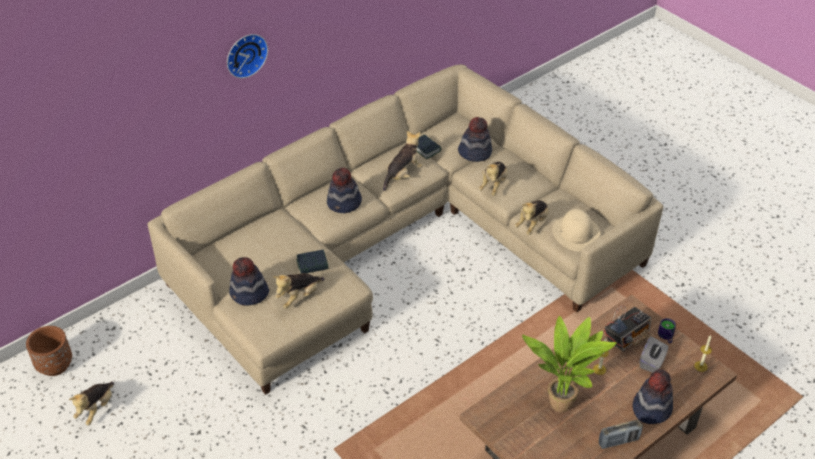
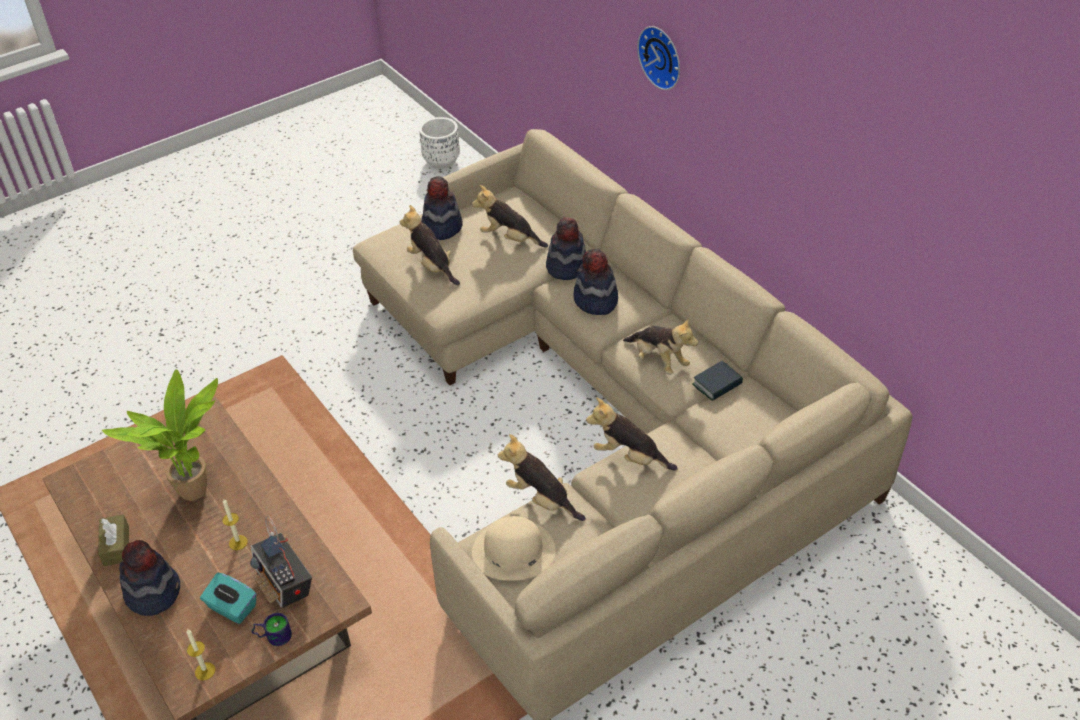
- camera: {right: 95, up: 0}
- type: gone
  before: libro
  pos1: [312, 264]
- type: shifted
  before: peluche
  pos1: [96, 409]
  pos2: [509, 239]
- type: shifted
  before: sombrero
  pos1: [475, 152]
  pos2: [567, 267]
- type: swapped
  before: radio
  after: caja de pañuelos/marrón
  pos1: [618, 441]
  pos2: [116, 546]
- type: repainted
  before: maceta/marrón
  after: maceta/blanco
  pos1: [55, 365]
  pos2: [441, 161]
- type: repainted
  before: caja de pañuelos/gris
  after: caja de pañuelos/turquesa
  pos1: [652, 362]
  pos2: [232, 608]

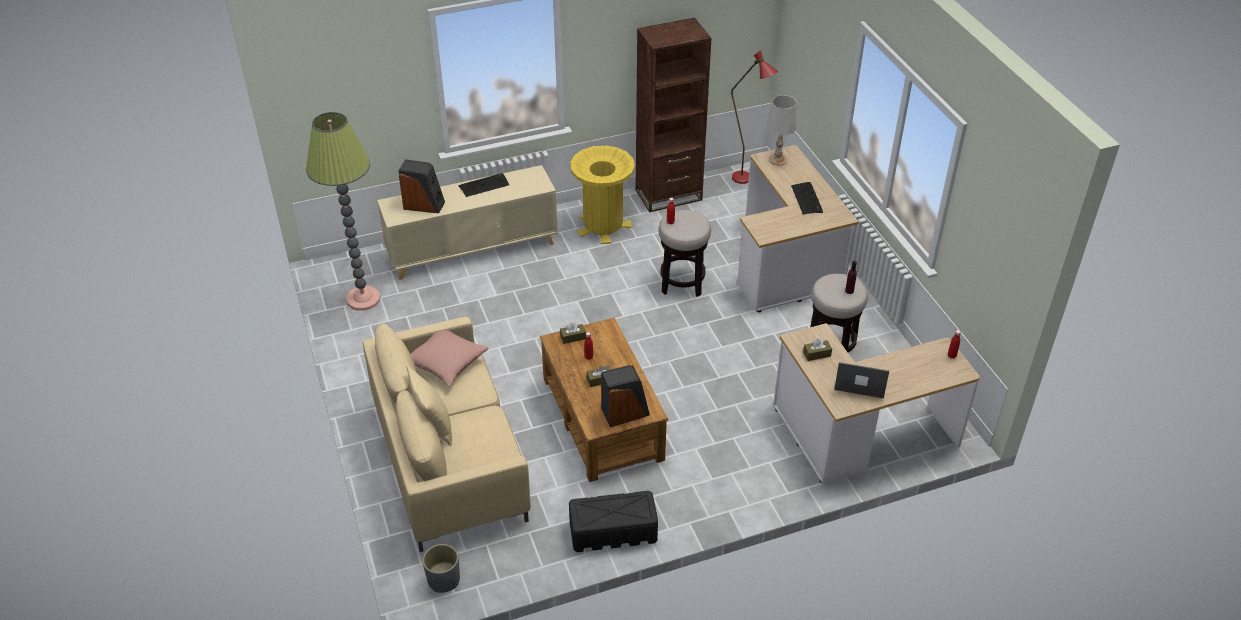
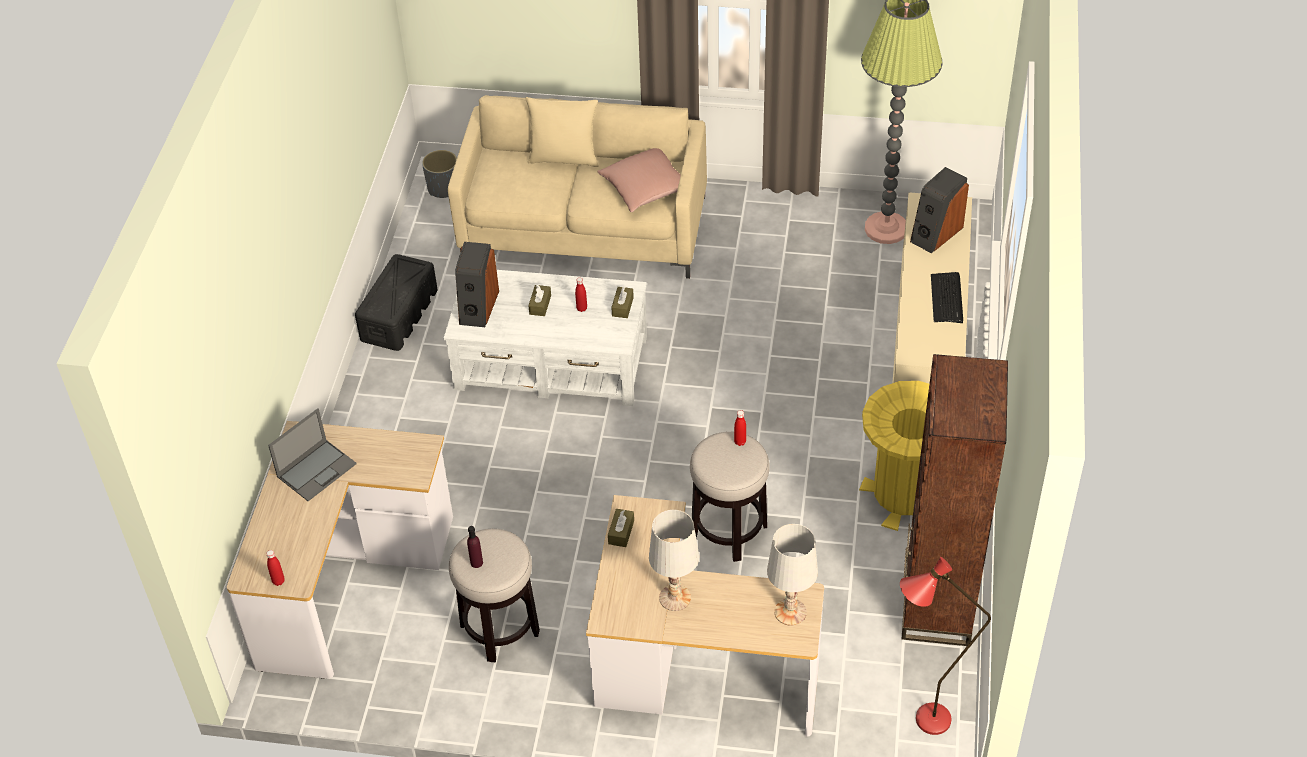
- camera: {right: 120, up: 5}
- type: shifted
  before: caja de pañuelos/marrón
  pos1: [817, 354]
  pos2: [621, 532]
- type: swapped
  before: teclado
  after: lámpara de mesa/blanco
  pos1: [807, 199]
  pos2: [674, 598]
- type: repainted
  before: mesa de centro/marrón
  after: mesa de centro/blanco
  pos1: [602, 418]
  pos2: [552, 363]

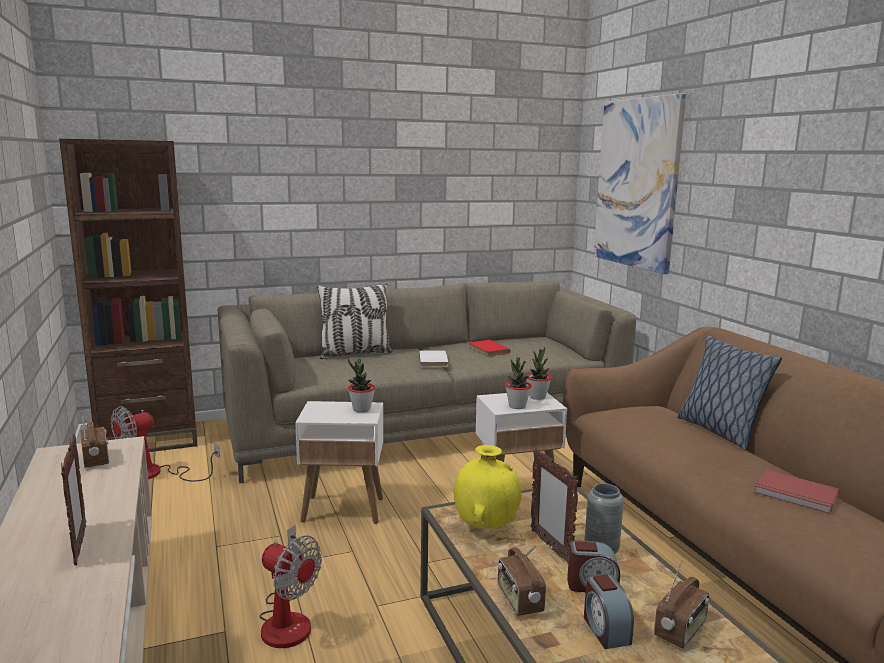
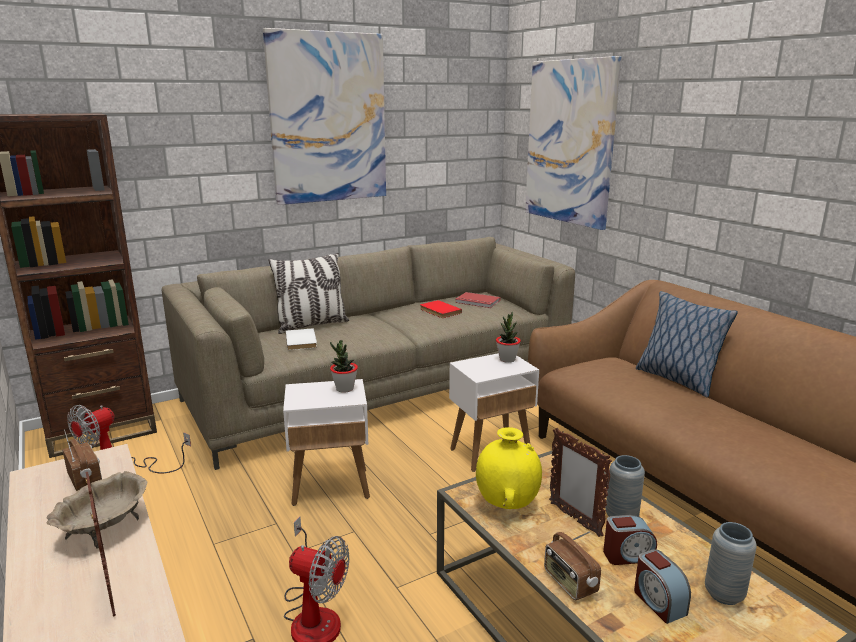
- camera: {right: -10, up: 5}
- type: gone
  before: planta en maceta
  pos1: [517, 406]
- type: new
  after: cuenco/beis
  pos2: [105, 528]
- type: new
  after: cuadro
  pos2: [328, 119]
- type: shifted
  before: libro/blanco
  pos1: [434, 360]
  pos2: [302, 341]
- type: shifted
  before: libro/rojo
  pos1: [796, 495]
  pos2: [477, 302]
- type: swapped
  before: radio
  after: florero/gris
  pos1: [681, 632]
  pos2: [724, 594]

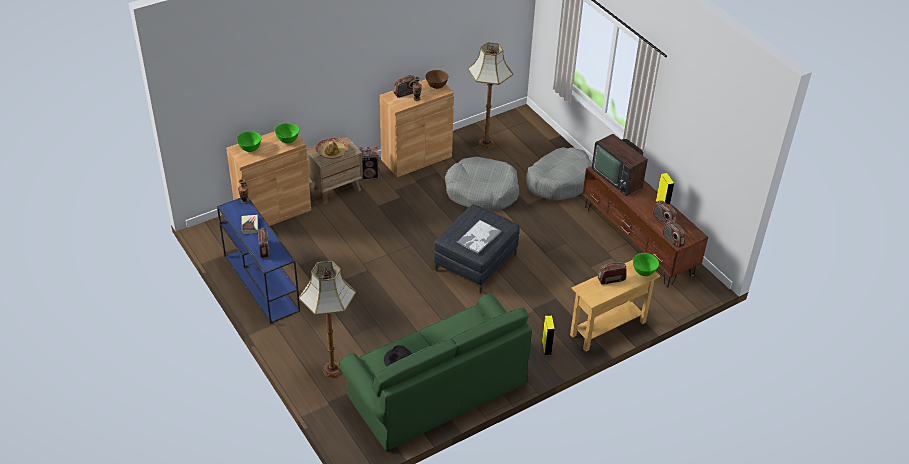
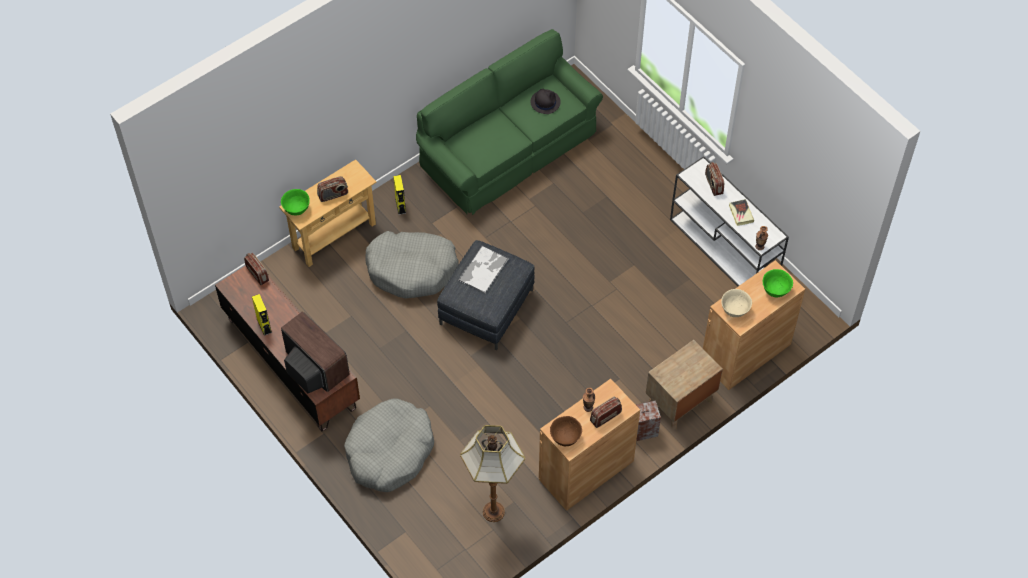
- camera: {right: 175, up: 15}
- type: gone
  before: lámpara de pie
  pos1: [333, 370]
- type: gone
  before: sombrero
  pos1: [332, 152]
- type: gone
  before: radio
  pos1: [663, 220]
- type: shifted
  before: cama para perro/gris
  pos1: [481, 191]
  pos2: [412, 269]
- type: repainted
  before: mesa consola/azul
  after: mesa consola/blanco
  pos1: [260, 282]
  pos2: [724, 250]
- type: repainted
  before: cuenco/verde
  after: cuenco/beis
  pos1: [287, 140]
  pos2: [735, 310]

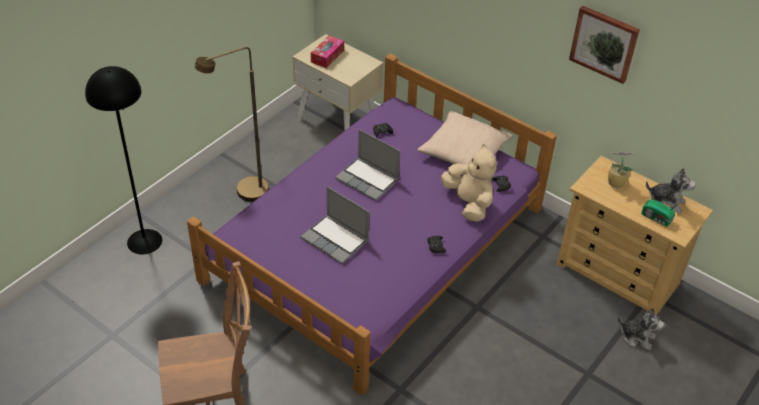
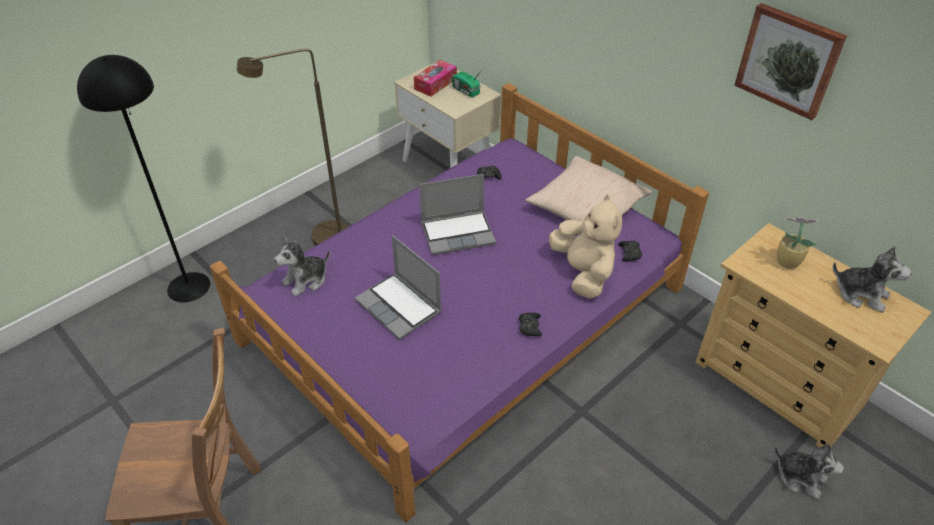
- camera: {right: 10, up: 0}
- type: new
  after: peluche
  pos2: [306, 280]
- type: shifted
  before: radio
  pos1: [657, 218]
  pos2: [466, 91]
- type: rotated
  before: portátil
  pos1: [368, 180]
  pos2: [458, 233]
  turn: -60

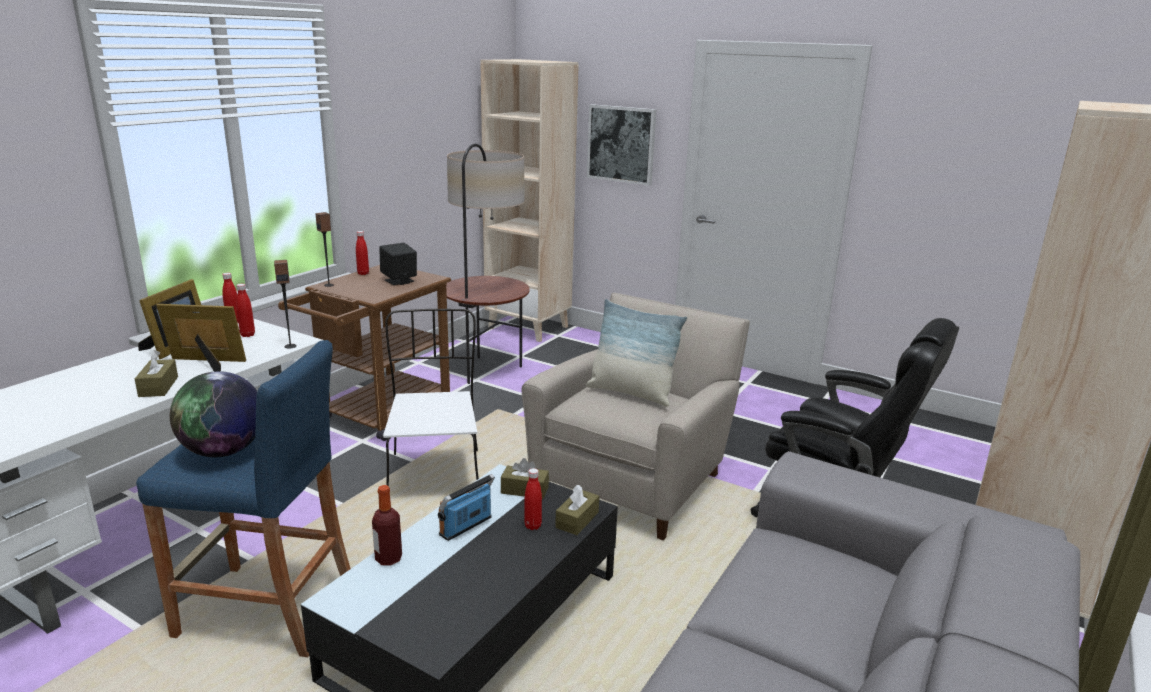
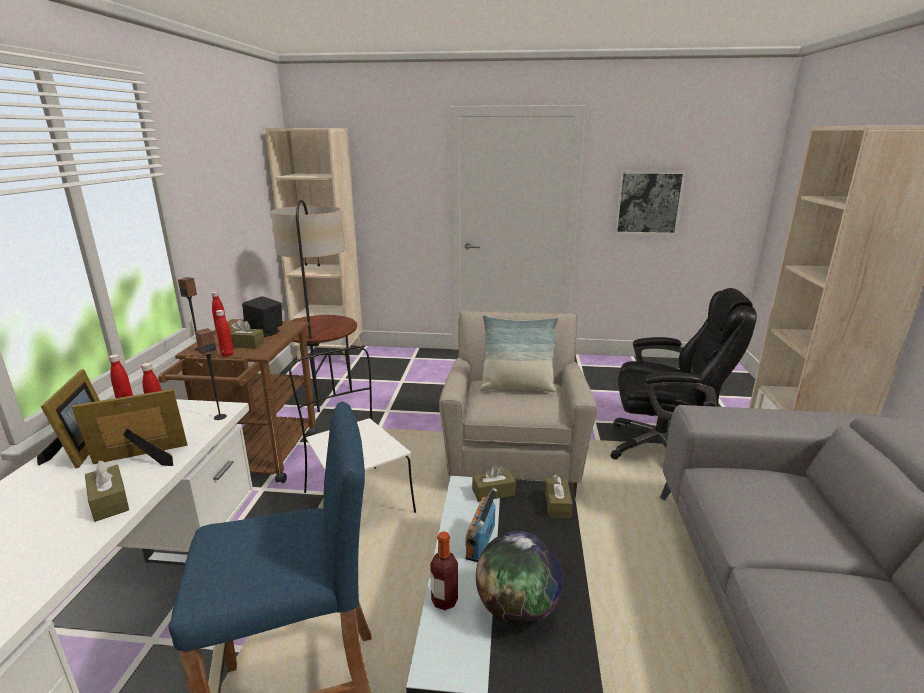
- camera: {right: -25, up: 0}
- type: new
  after: caja de pañuelos/marrón
  pos2: [245, 344]
- type: shifted
  before: globo terráqueo
  pos1: [223, 451]
  pos2: [517, 609]
- type: shifted
  before: botella/rojo
  pos1: [533, 526]
  pos2: [227, 354]
- type: shifted
  before: cuadro
  pos1: [621, 144]
  pos2: [648, 202]

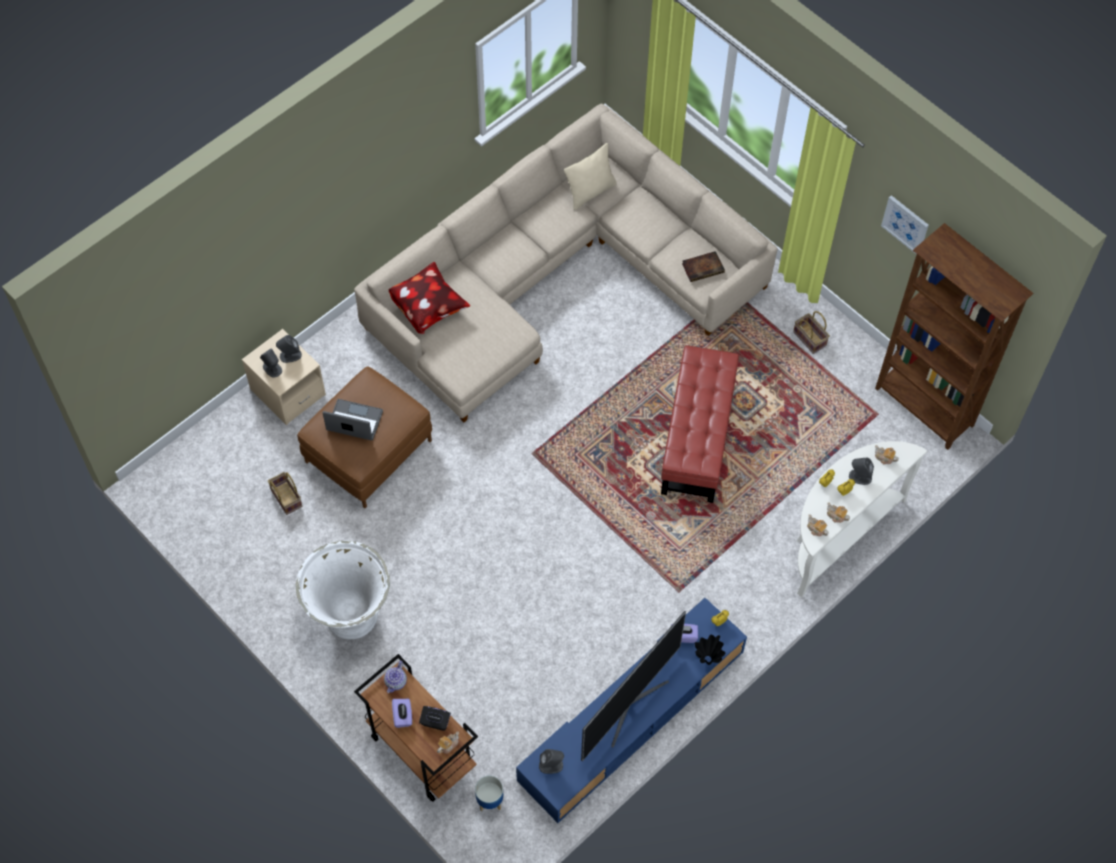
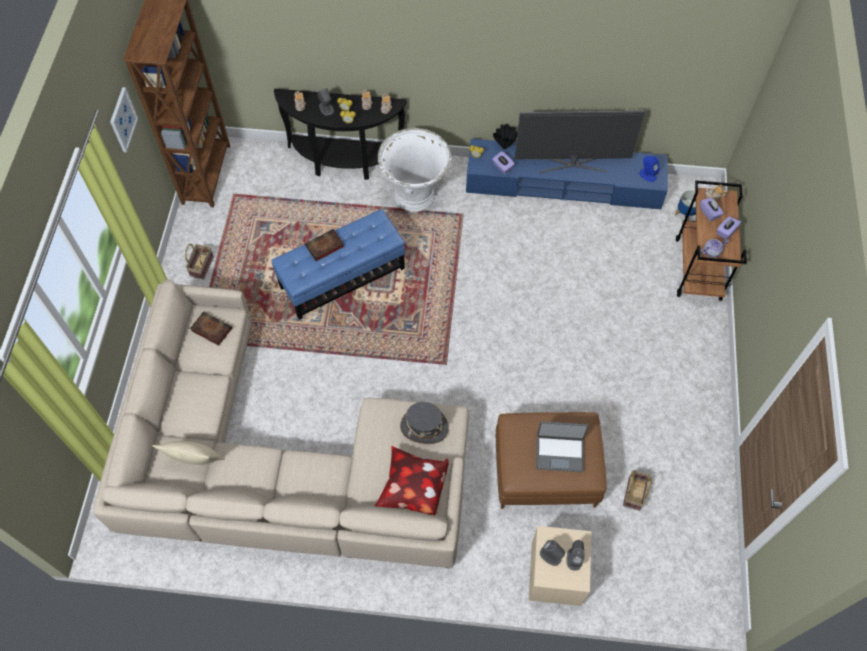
- camera: {right: -130, up: 0}
- type: new
  after: libro
  pos2: [324, 247]
- type: new
  after: sombrero/gris
  pos2: [424, 427]
- type: shifted
  before: maceta/blanco
  pos1: [350, 616]
  pos2: [415, 196]
- type: repainted
  before: caja de pañuelos/negro
  after: caja de pañuelos/morado
  pos1: [435, 722]
  pos2: [709, 213]
- type: repainted
  before: altavoz/gris
  after: altavoz/azul
  pos1: [551, 765]
  pos2: [647, 175]
- type: repainted
  before: puf/rojo
  after: puf/azul
  pos1: [697, 438]
  pos2: [342, 277]
- type: repainted
  before: mesa consola/blanco
  after: mesa consola/negro
  pos1: [838, 534]
  pos2: [344, 162]
- type: rotated
  before: portátil
  pos1: [354, 422]
  pos2: [560, 453]
  turn: -60

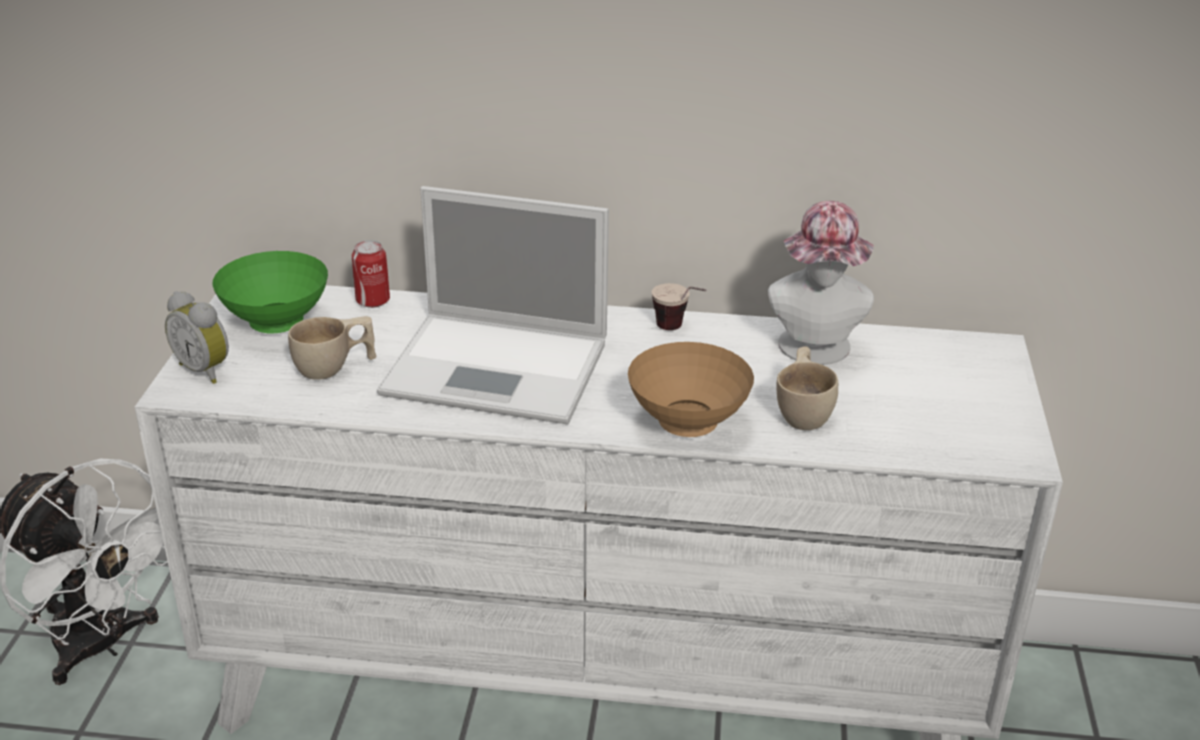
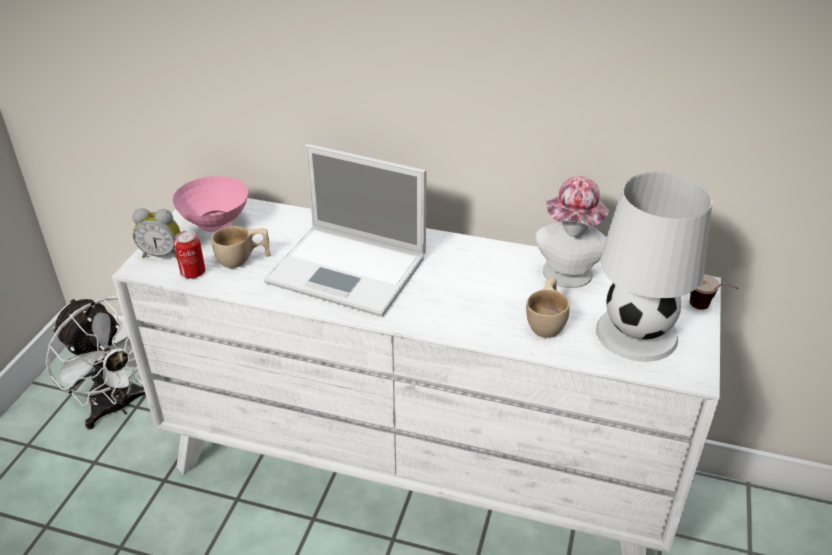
- camera: {right: 10, up: 5}
- type: gone
  before: cuenco/marrón
  pos1: [686, 423]
- type: new
  after: lámpara de mesa/blanco
  pos2: [635, 333]
- type: shifted
  before: lata
  pos1: [373, 301]
  pos2: [193, 273]
- type: shifted
  before: taza
  pos1: [679, 331]
  pos2: [707, 310]
- type: repainted
  before: cuenco/verde
  after: cuenco/rosa
  pos1: [278, 323]
  pos2: [217, 224]
- type: rotated
  before: despertador
  pos1: [206, 370]
  pos2: [162, 254]
  turn: -45

